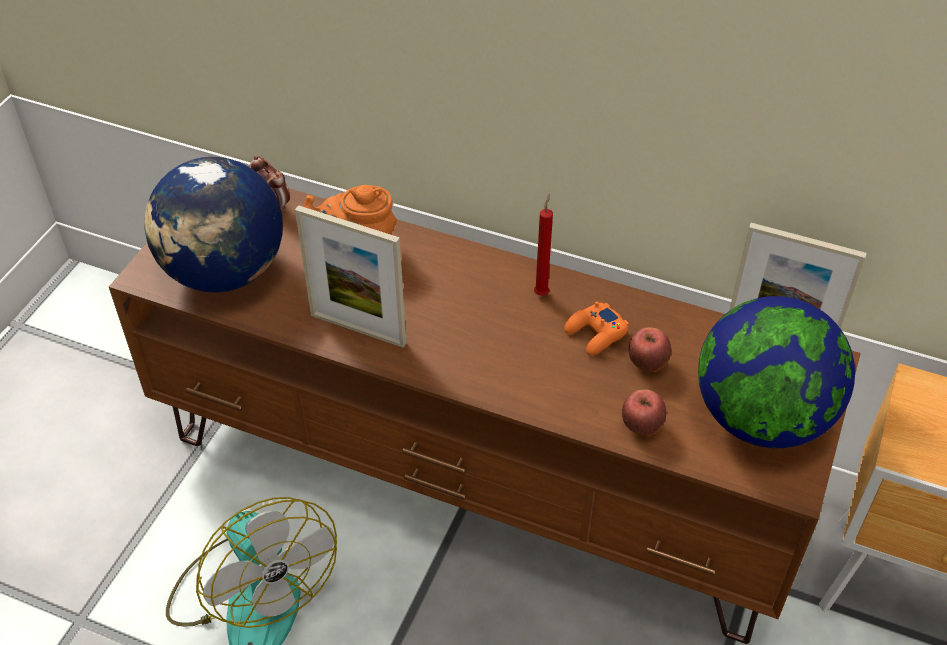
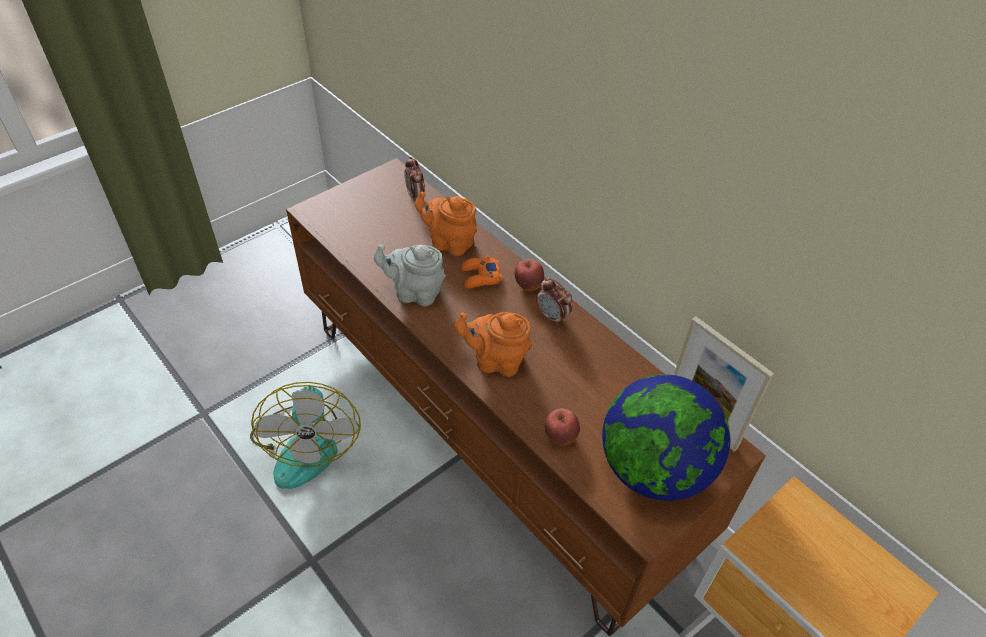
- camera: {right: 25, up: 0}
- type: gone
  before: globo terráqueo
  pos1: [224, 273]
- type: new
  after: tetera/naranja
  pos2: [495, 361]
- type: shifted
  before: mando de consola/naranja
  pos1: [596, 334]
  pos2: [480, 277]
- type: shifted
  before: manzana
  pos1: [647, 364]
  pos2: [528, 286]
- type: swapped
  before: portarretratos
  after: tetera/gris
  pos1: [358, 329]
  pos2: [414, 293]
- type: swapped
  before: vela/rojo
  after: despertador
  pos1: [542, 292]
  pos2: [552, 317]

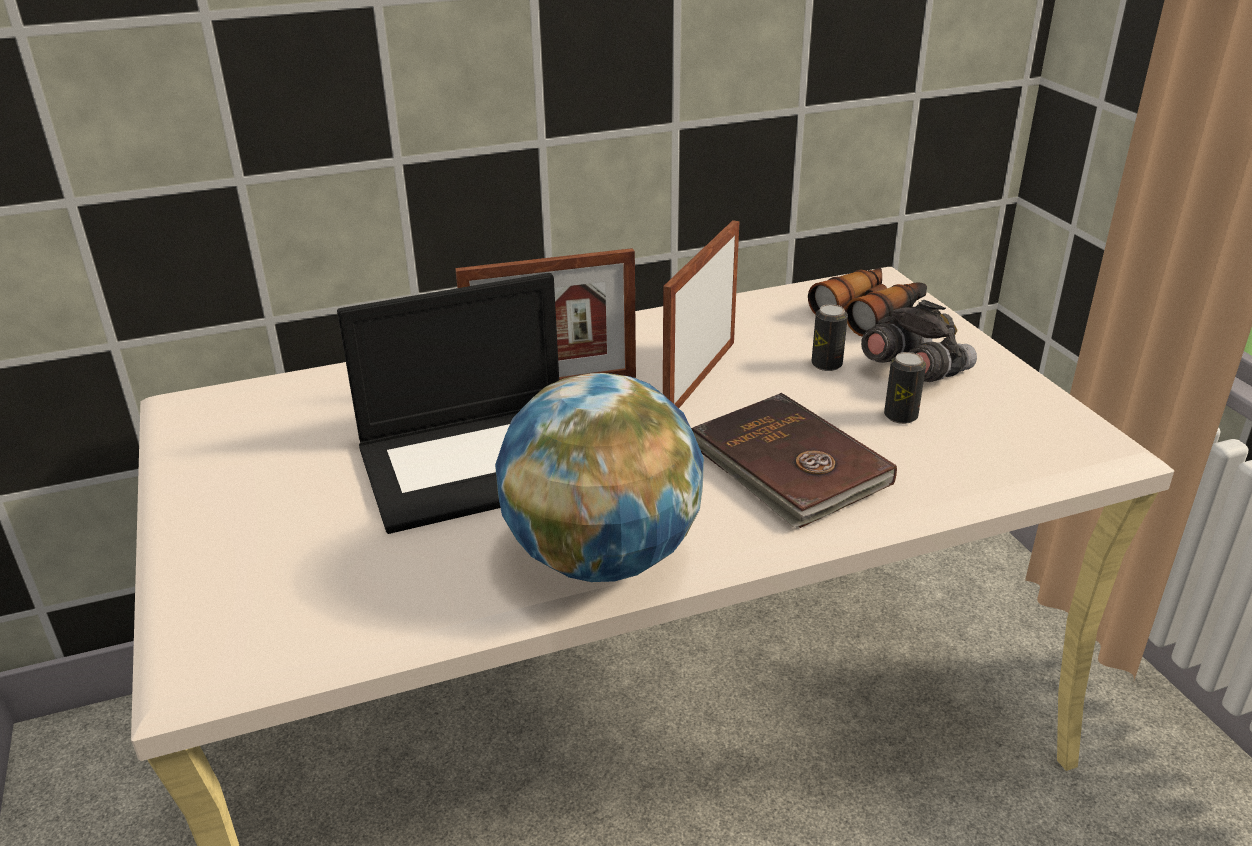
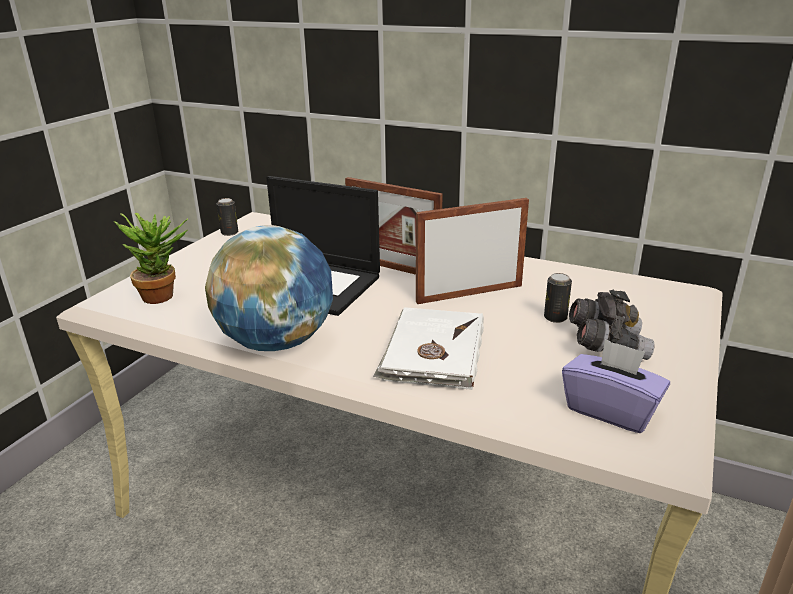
- camera: {right: 45, up: -5}
- type: gone
  before: prismáticos
  pos1: [870, 312]
- type: new
  after: planta en maceta
  pos2: [164, 295]
- type: new
  after: caja de pañuelos/morado
  pos2: [610, 410]
- type: shifted
  before: lata
  pos1: [900, 416]
  pos2: [229, 233]
- type: repainted
  before: libro/marrón
  after: libro/blanco
  pos1: [788, 467]
  pos2: [432, 352]

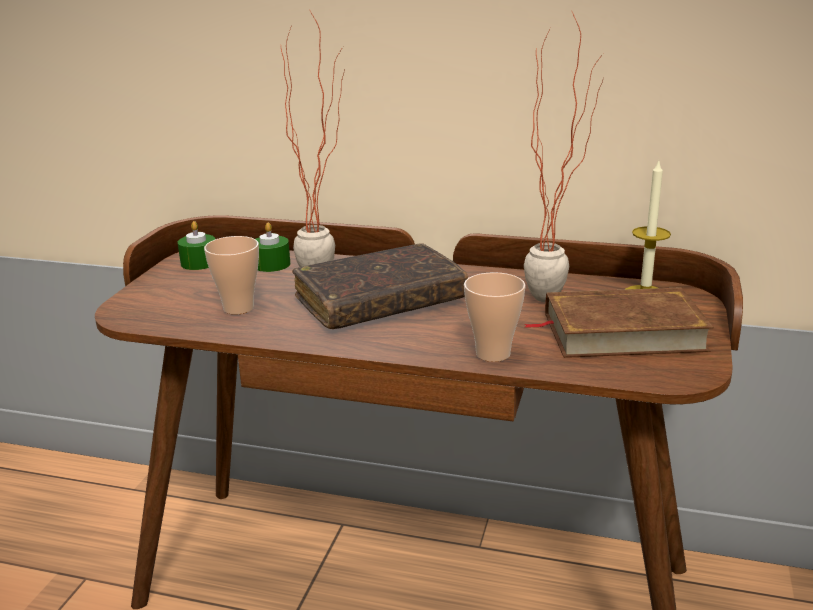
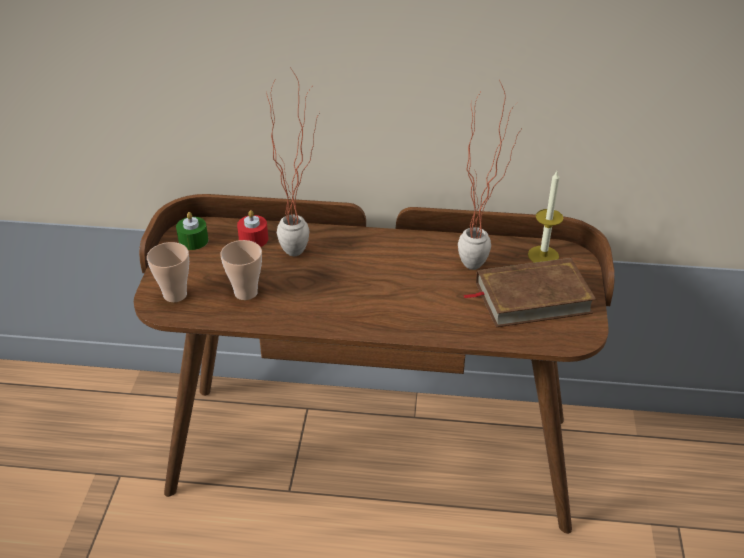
- camera: {right: -10, up: 15}
- type: gone
  before: libro/marrón
  pos1: [380, 302]
- type: shifted
  before: taza
  pos1: [493, 354]
  pos2: [175, 295]
- type: repainted
  before: vela/verde
  after: vela/rojo
  pos1: [271, 264]
  pos2: [253, 239]

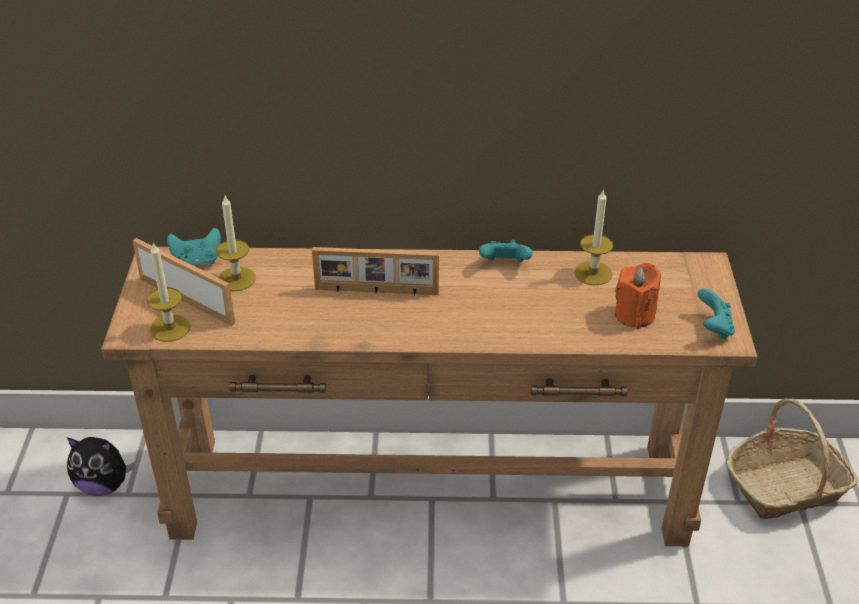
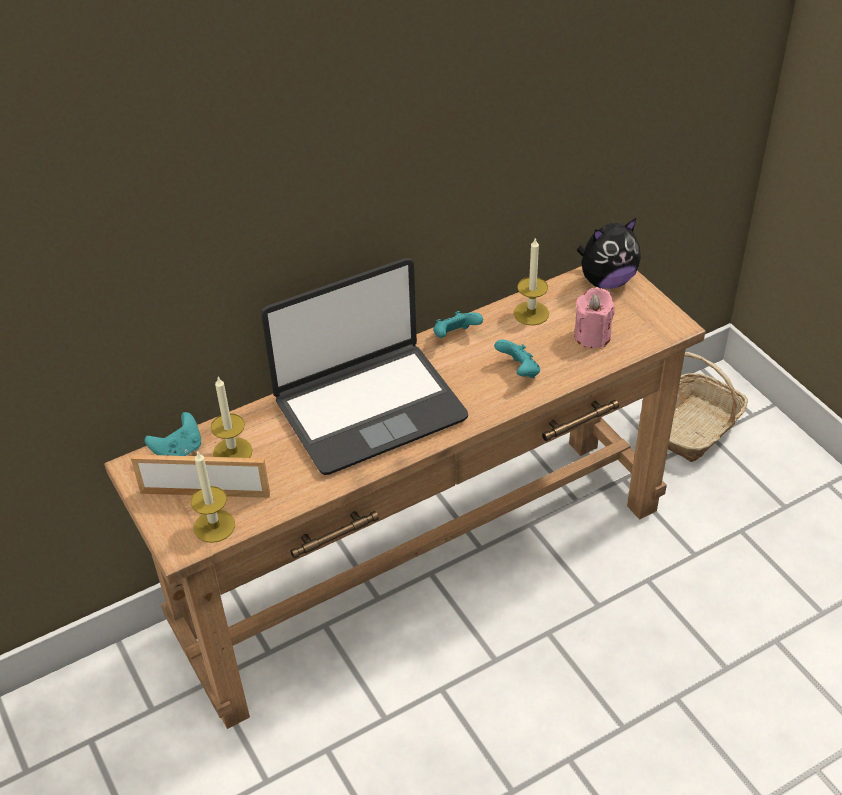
- camera: {right: -30, up: 5}
- type: shifted
  before: peluche
  pos1: [103, 485]
  pos2: [606, 281]
- type: shifted
  before: mando de consola/turquesa
  pos1: [714, 328]
  pos2: [519, 371]
- type: swapped
  before: portarretratos
  after: portátil
  pos1: [376, 292]
  pos2: [369, 408]
- type: repainted
  before: vela/naranja
  after: vela/rosa
  pos1: [634, 315]
  pos2: [592, 336]

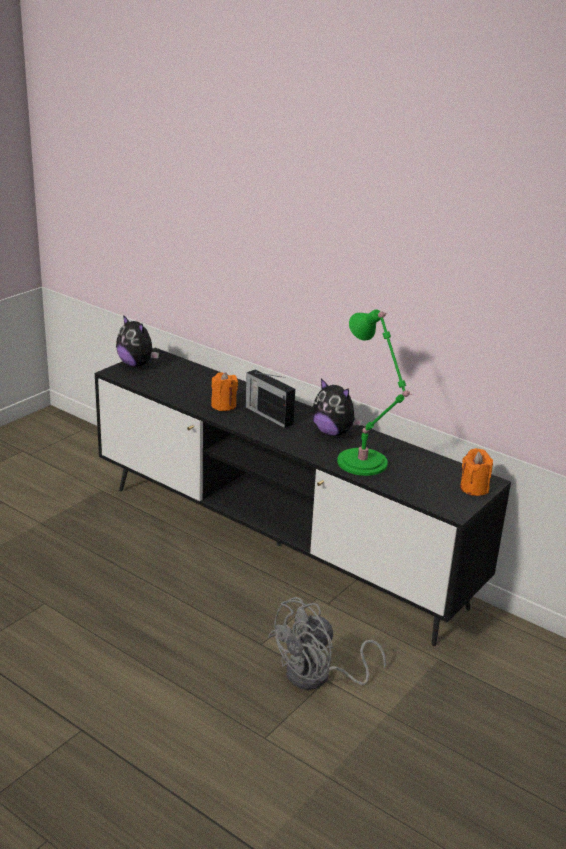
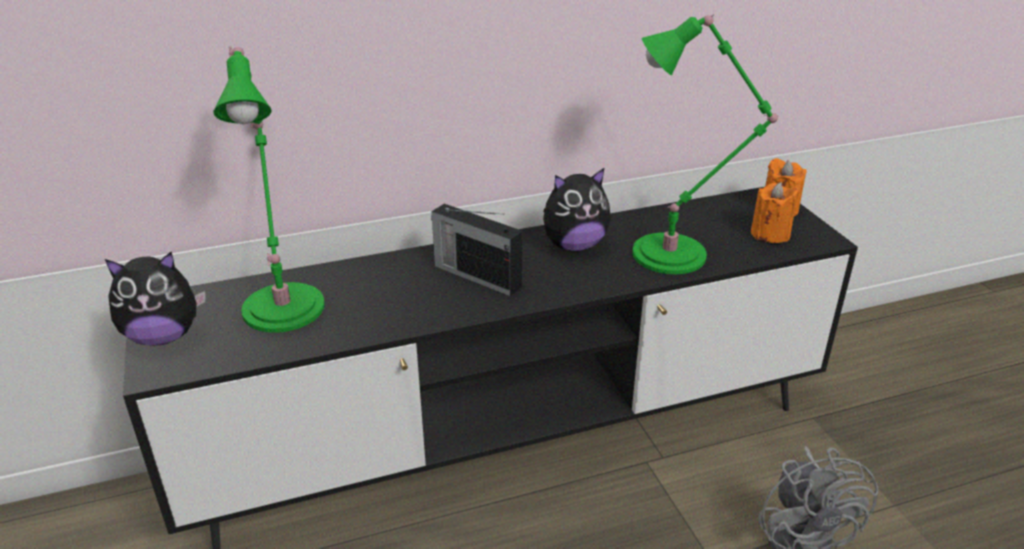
- camera: {right: -55, up: 5}
- type: new
  after: lámpara de mesa/verde
  pos2: [284, 304]
- type: shifted
  before: vela/naranja
  pos1: [223, 405]
  pos2: [770, 234]
- type: rotated
  before: radio
  pos1: [268, 415]
  pos2: [476, 275]
  turn: 45

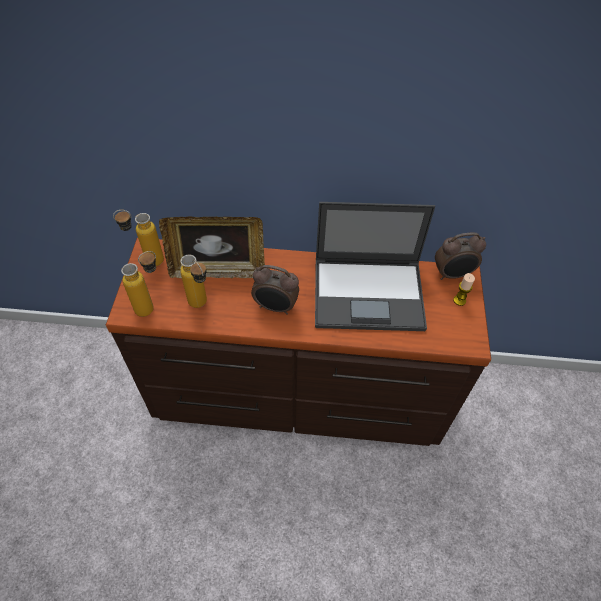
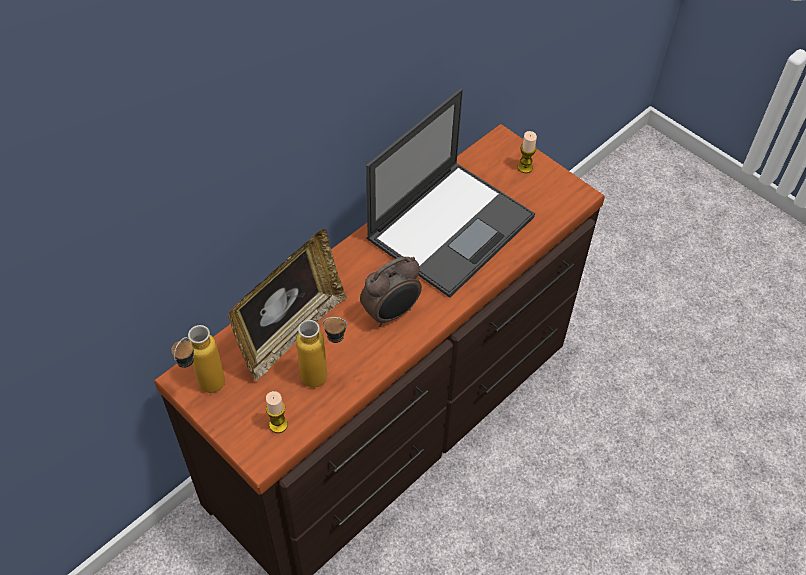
- camera: {right: -50, up: 0}
- type: gone
  before: despertador
  pos1: [452, 275]
- type: swapped
  before: botella
  after: vela
  pos1: [152, 306]
  pos2: [278, 425]

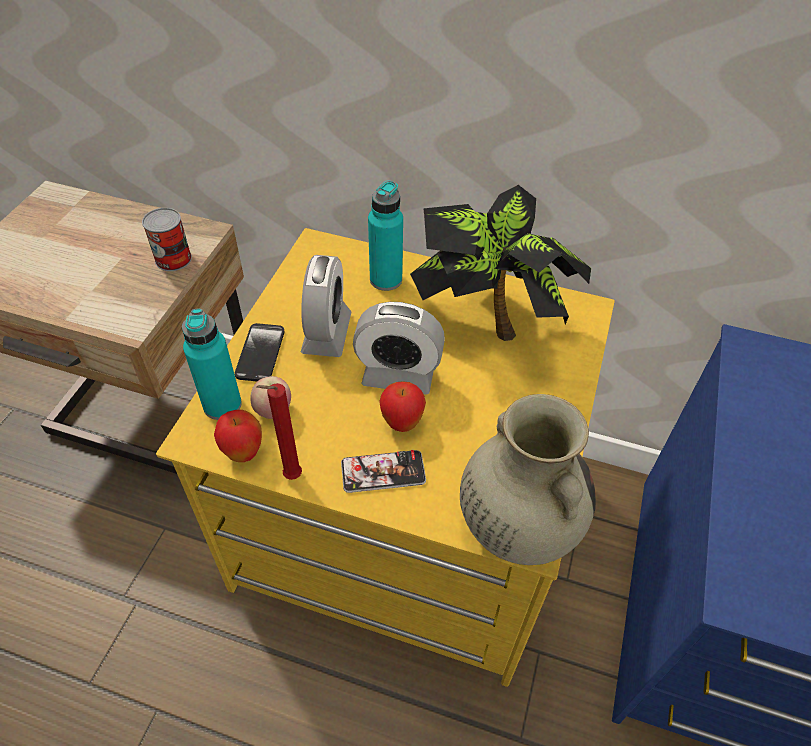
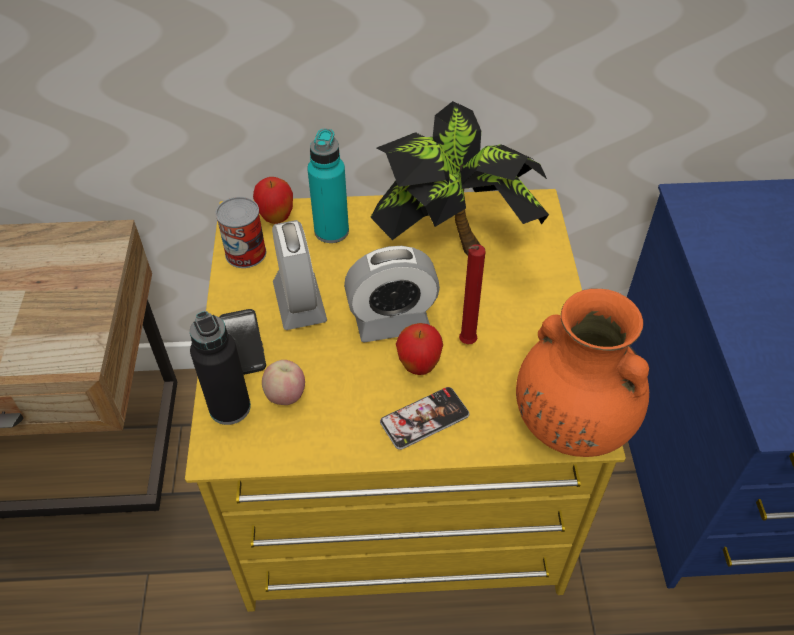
- camera: {right: -20, up: 0}
- type: shifted
  before: lata
  pos1: [173, 259]
  pos2: [245, 253]
- type: shifted
  before: manzana
  pos1: [243, 452]
  pos2: [276, 218]
- type: shifted
  before: vela/rojo
  pos1: [290, 477]
  pos2: [465, 343]
- type: repainted
  before: botella/turquesa
  after: botella/negro
  pos1: [222, 405]
  pos2: [230, 407]
- type: repainted
  before: florero/beis
  after: florero/naranja
  pos1: [516, 526]
  pos2: [569, 425]

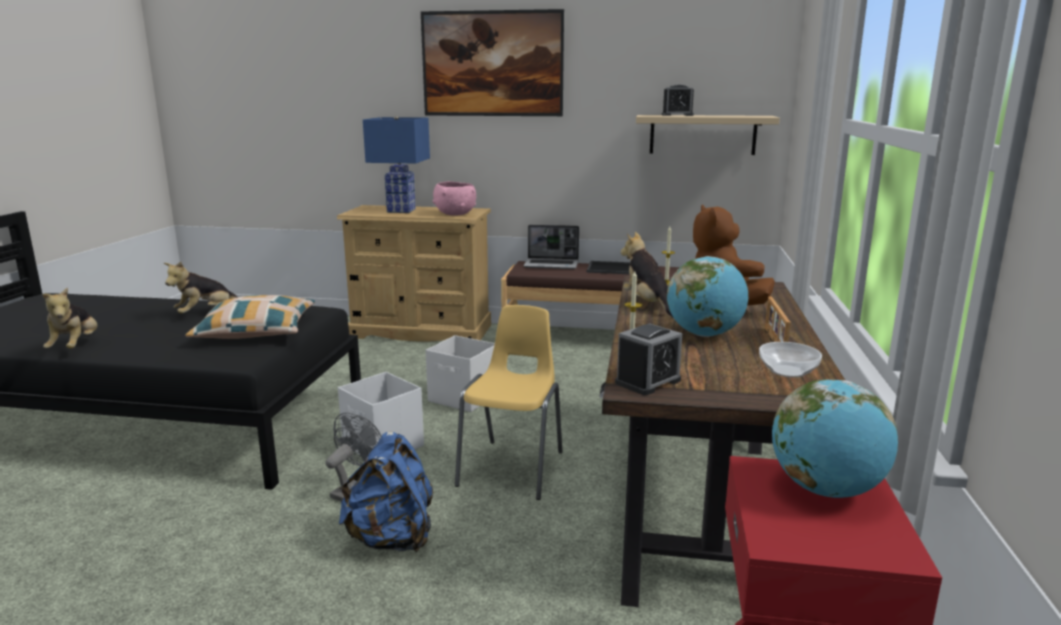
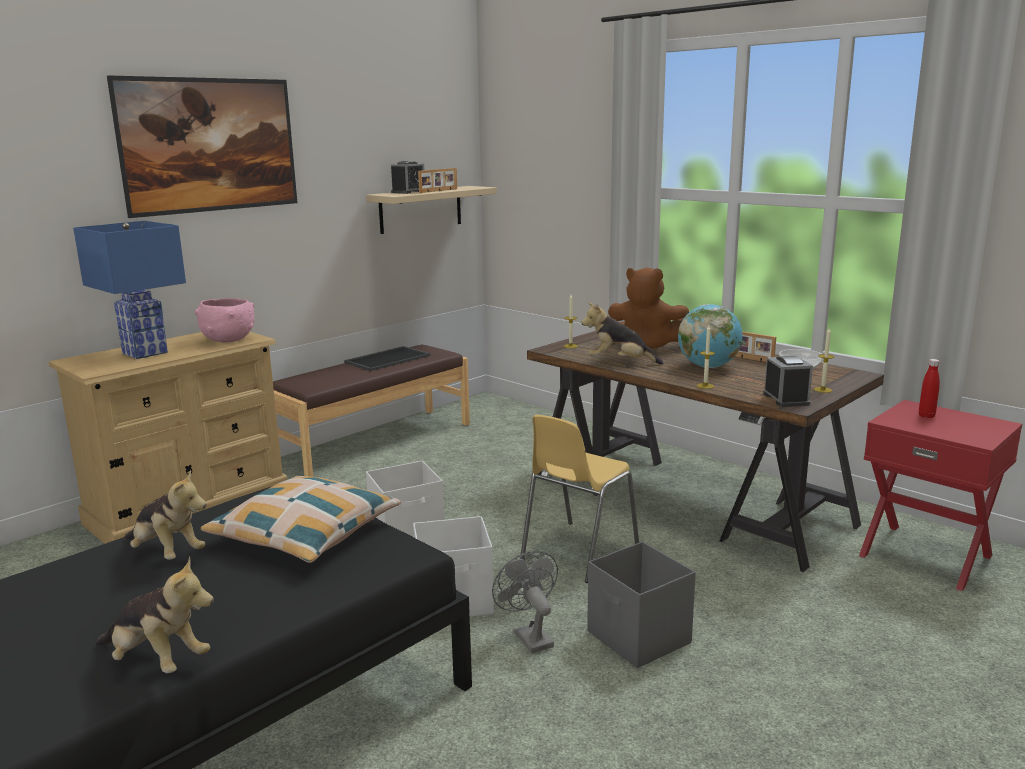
- camera: {right: -55, up: 0}
- type: gone
  before: portátil
  pos1: [552, 265]
- type: new
  after: portarretratos
  pos2: [439, 191]
- type: new
  after: vela
  pos2: [822, 390]
- type: swapped
  before: mochila/azul
  after: caja de almacenaje/gris
  pos1: [391, 539]
  pos2: [639, 638]
- type: swapped
  before: globo terráqueo
  after: botella/rojo
  pos1: [826, 490]
  pos2: [926, 416]
- type: rotated
  before: peluche
  pos1: [206, 313]
  pos2: [167, 553]
  turn: -45
- type: rotated
  before: silla/amarillo
  pos1: [513, 468]
  pos2: [577, 552]
  turn: -105

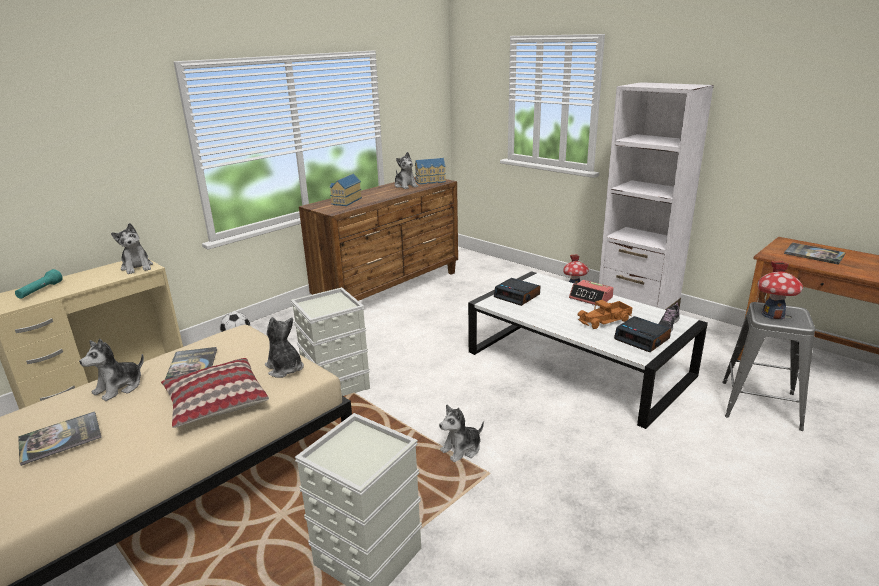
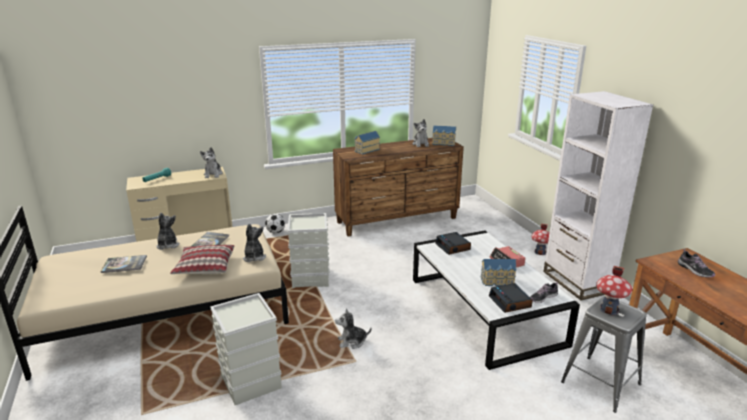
- camera: {right: 25, up: 0}
- type: swapped
  before: camión de juguete
  after: casita
  pos1: [605, 321]
  pos2: [498, 281]
- type: swapped
  before: libro
  after: zapato
  pos1: [814, 254]
  pos2: [694, 270]
- type: rotated
  before: peluche
  pos1: [119, 387]
  pos2: [167, 245]
  turn: 105

